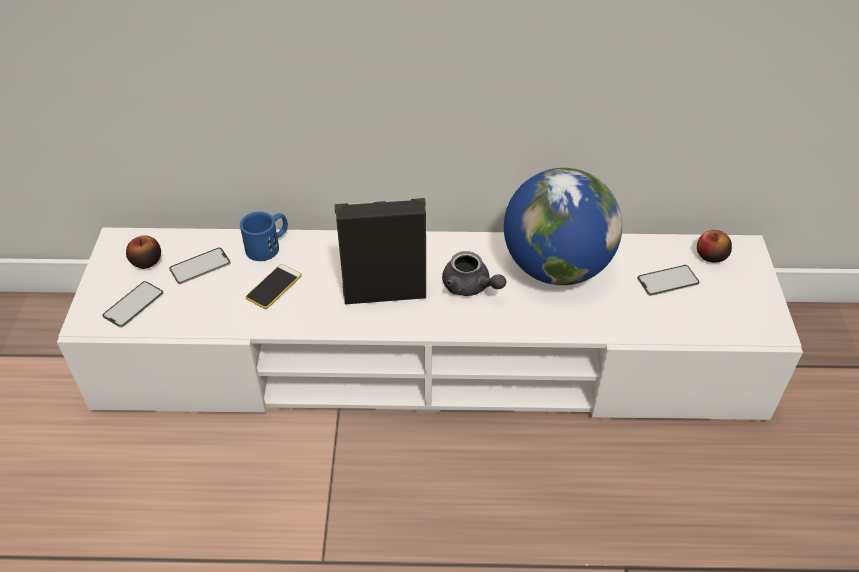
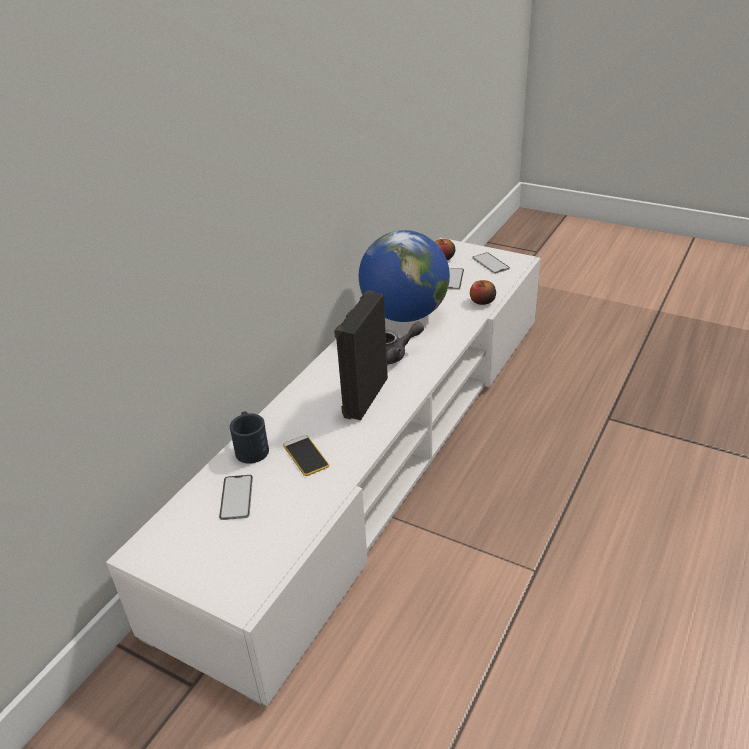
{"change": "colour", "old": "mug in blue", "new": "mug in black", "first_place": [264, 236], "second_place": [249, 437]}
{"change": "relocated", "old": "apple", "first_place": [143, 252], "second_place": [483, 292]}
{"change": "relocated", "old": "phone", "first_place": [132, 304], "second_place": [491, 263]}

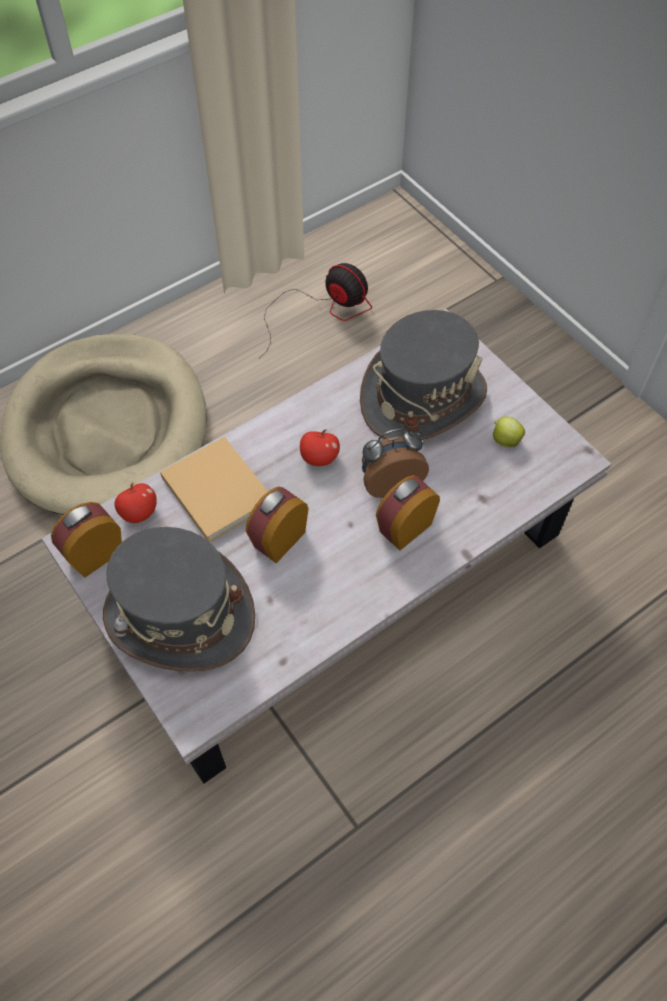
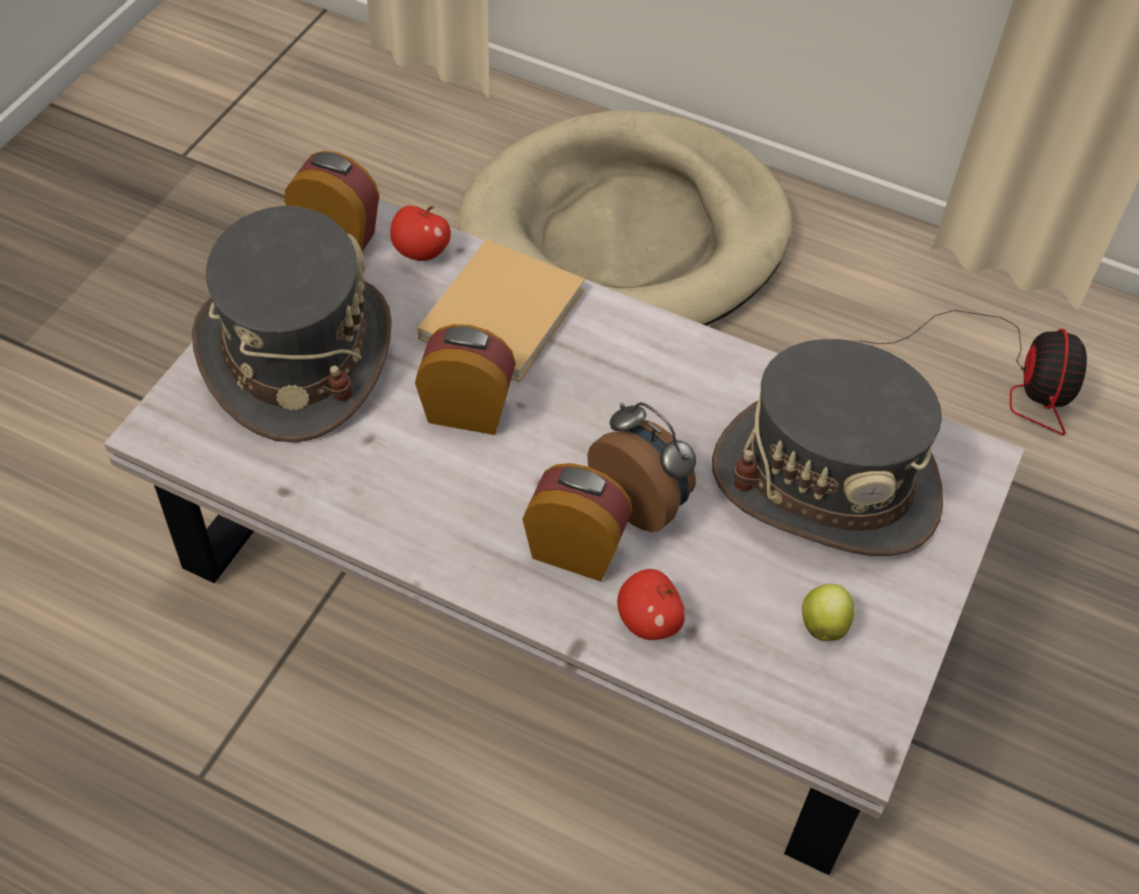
{"change": "relocated", "old": "apple", "first_place": [320, 447], "second_place": [651, 604]}

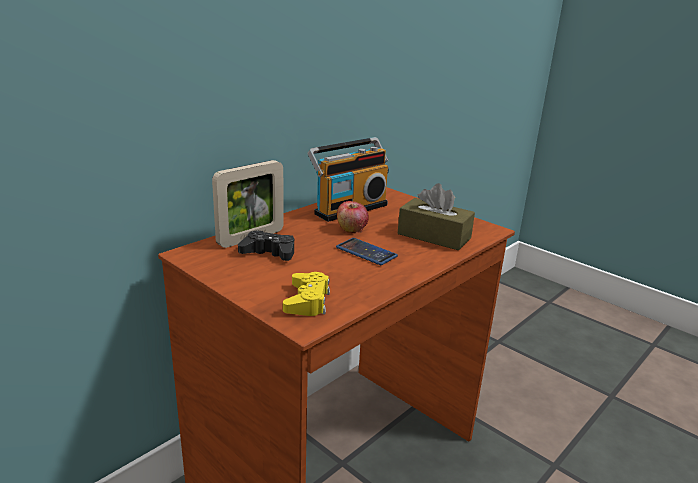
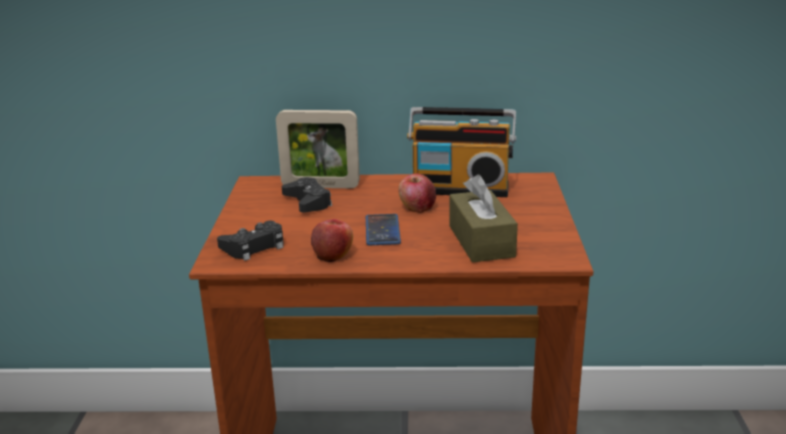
{"change": "colour", "old": "game controller in yellow", "new": "game controller in black", "first_place": [306, 294], "second_place": [250, 241]}
{"change": "appeared", "new": "apple", "second_place": [332, 240]}

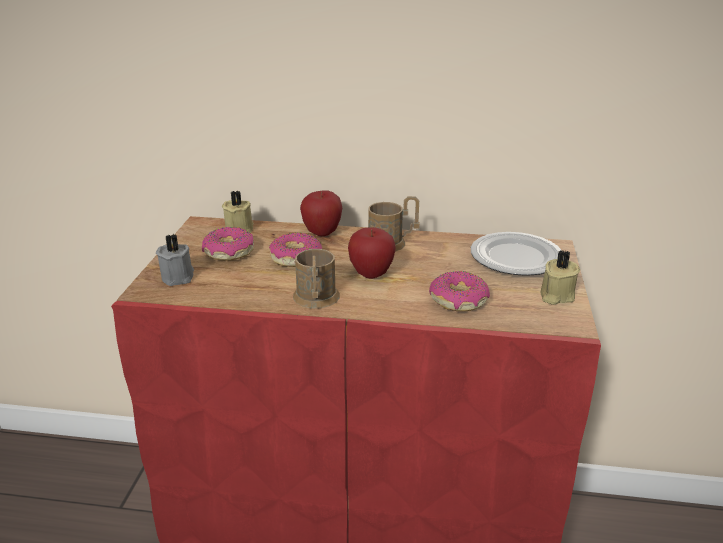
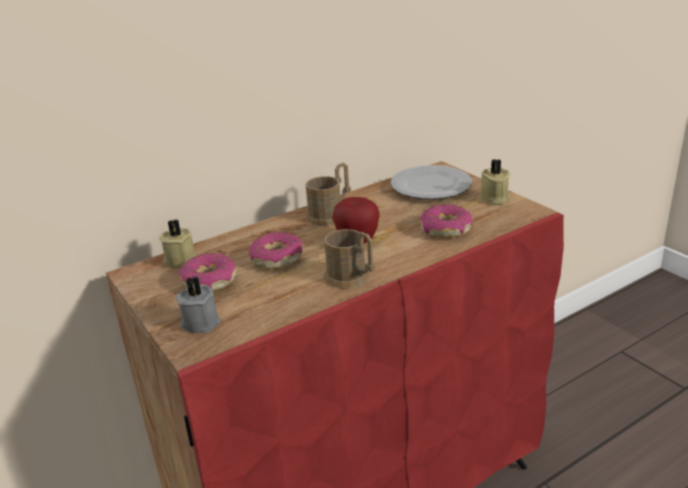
{"change": "missing", "old": "apple", "first_place": [321, 213]}

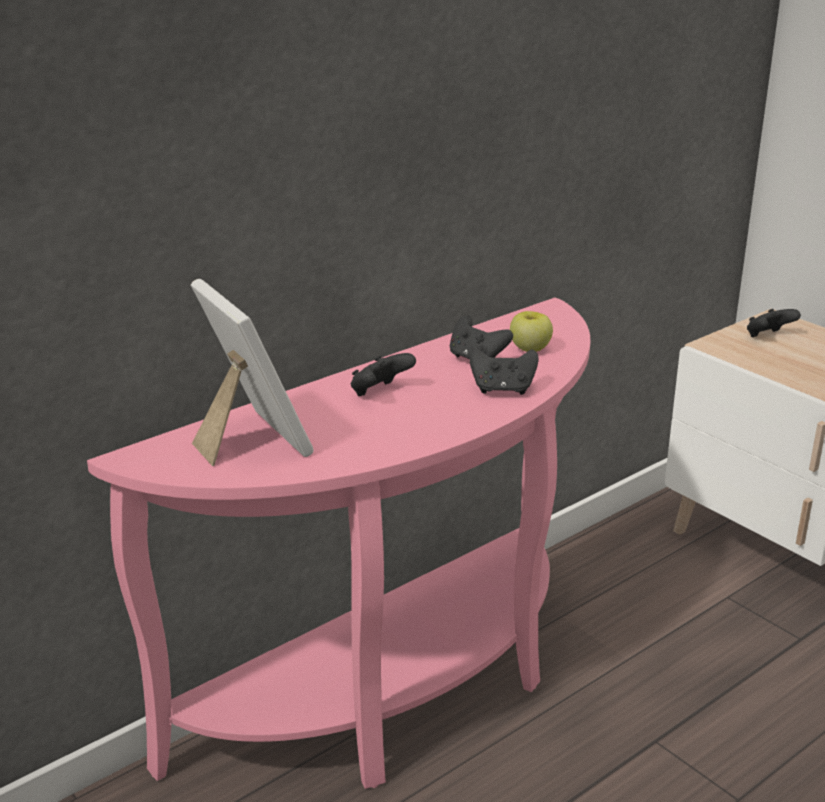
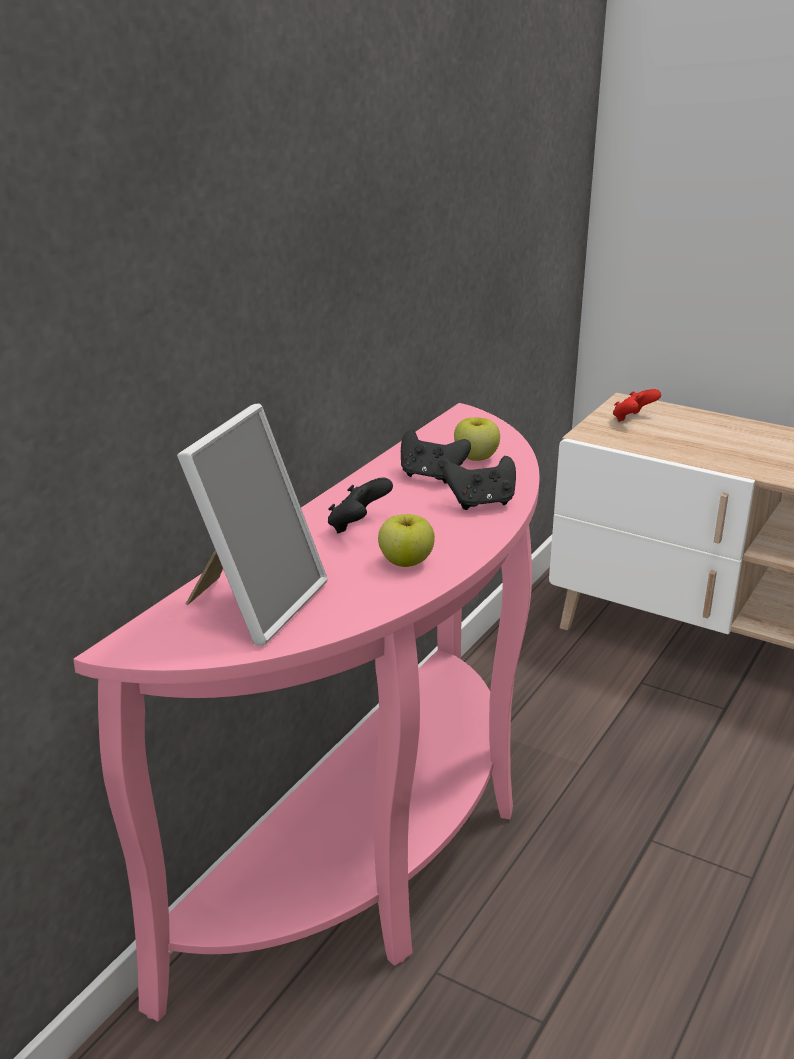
{"change": "spun", "old": "picture frame", "first_place": [252, 372], "second_place": [252, 525], "degrees": 75}
{"change": "colour", "old": "game controller in black", "new": "game controller in red", "first_place": [774, 323], "second_place": [637, 405]}
{"change": "appeared", "new": "apple", "second_place": [406, 540]}

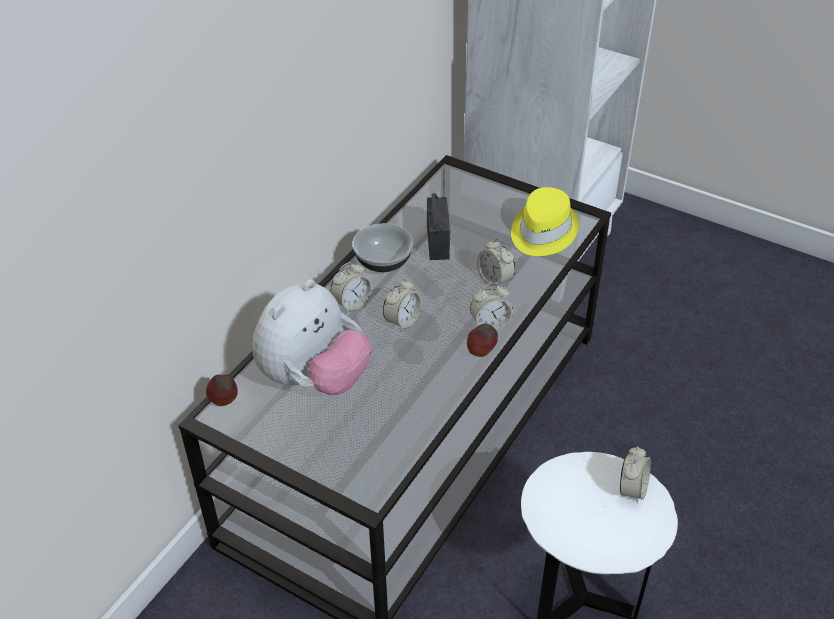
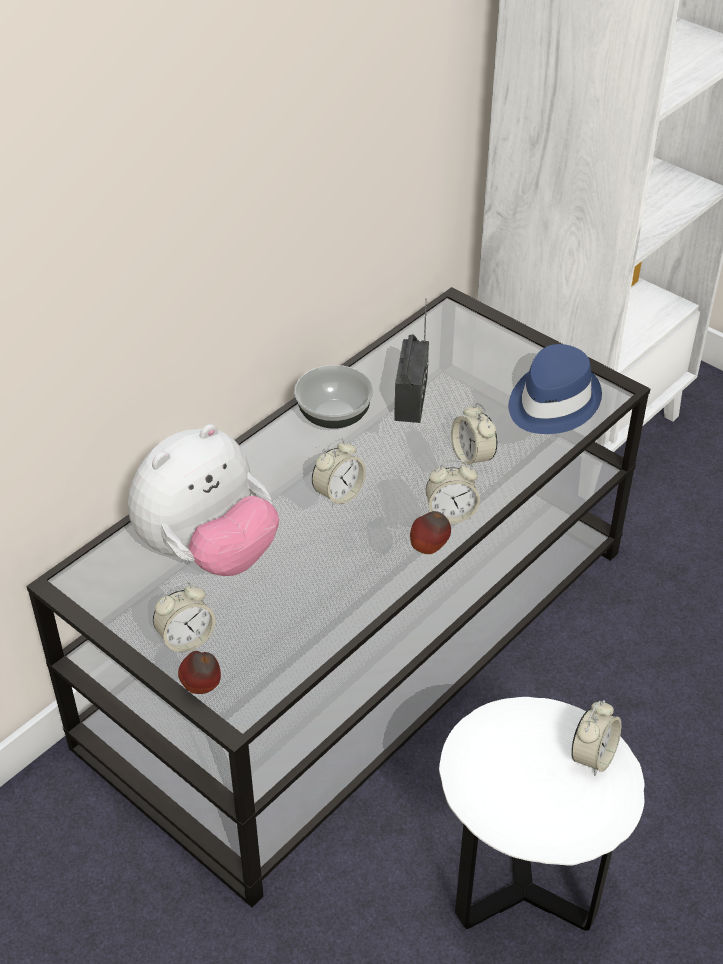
{"change": "colour", "old": "hat in yellow", "new": "hat in blue", "first_place": [545, 221], "second_place": [555, 389]}
{"change": "relocated", "old": "alarm clock", "first_place": [351, 287], "second_place": [184, 618]}
{"change": "relocated", "old": "apple", "first_place": [222, 390], "second_place": [199, 672]}

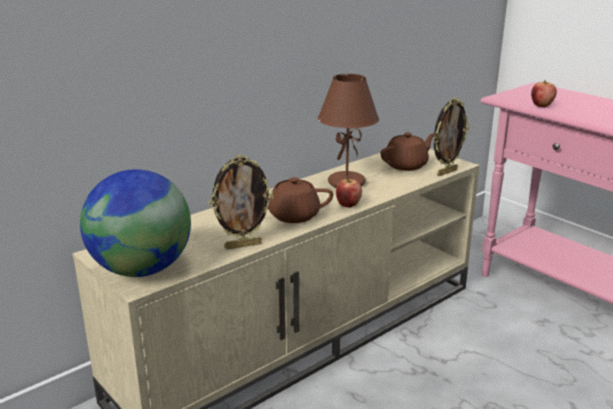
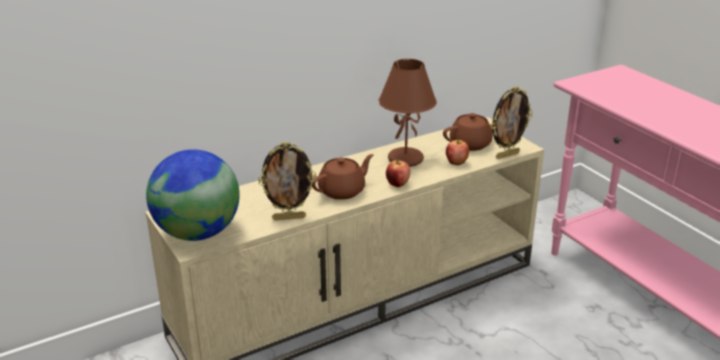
{"change": "relocated", "old": "apple", "first_place": [544, 93], "second_place": [457, 152]}
{"change": "spun", "old": "teapot in brown", "first_place": [300, 200], "second_place": [343, 177], "degrees": 135}

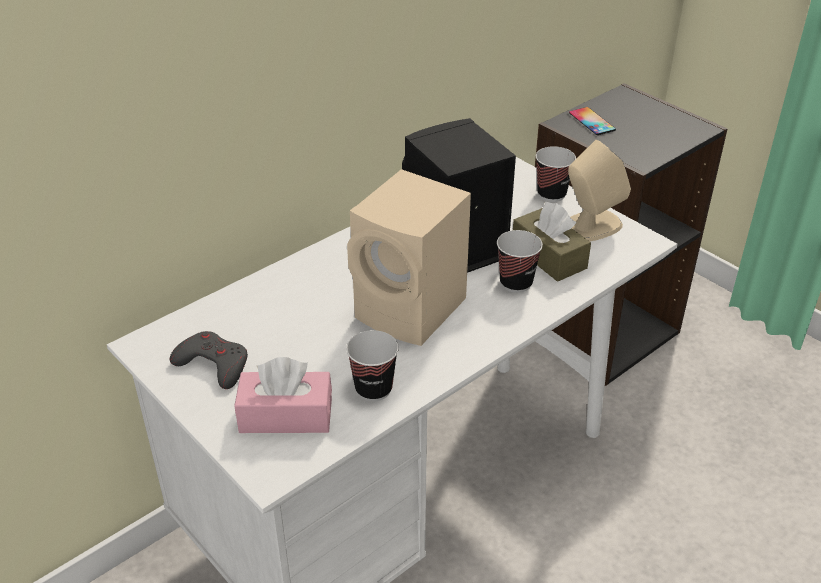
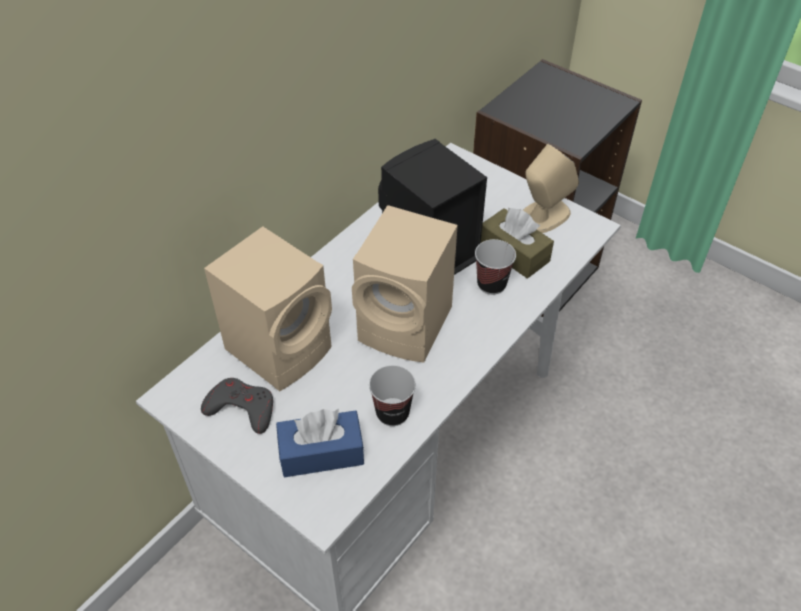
{"change": "missing", "old": "phone", "first_place": [592, 121]}
{"change": "missing", "old": "cup", "first_place": [556, 174]}
{"change": "colour", "old": "tissue box in pink", "new": "tissue box in blue", "first_place": [283, 395], "second_place": [320, 443]}
{"change": "appeared", "new": "speaker in beige", "second_place": [268, 308]}

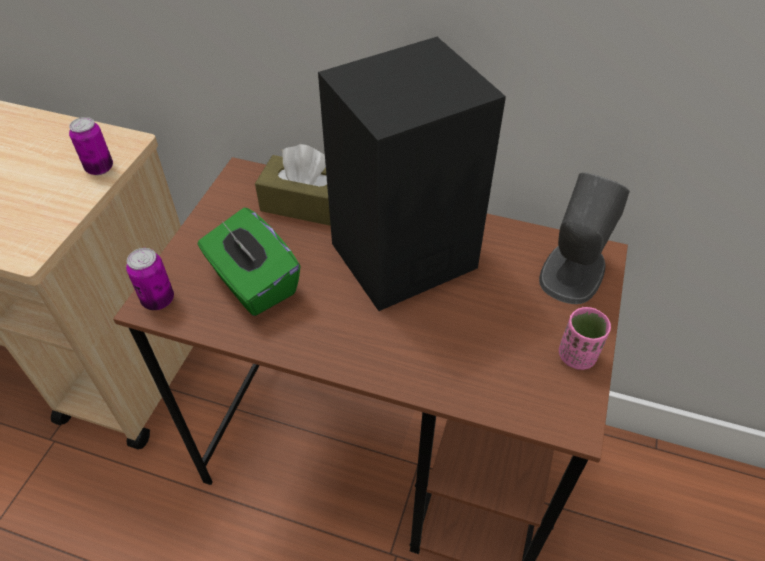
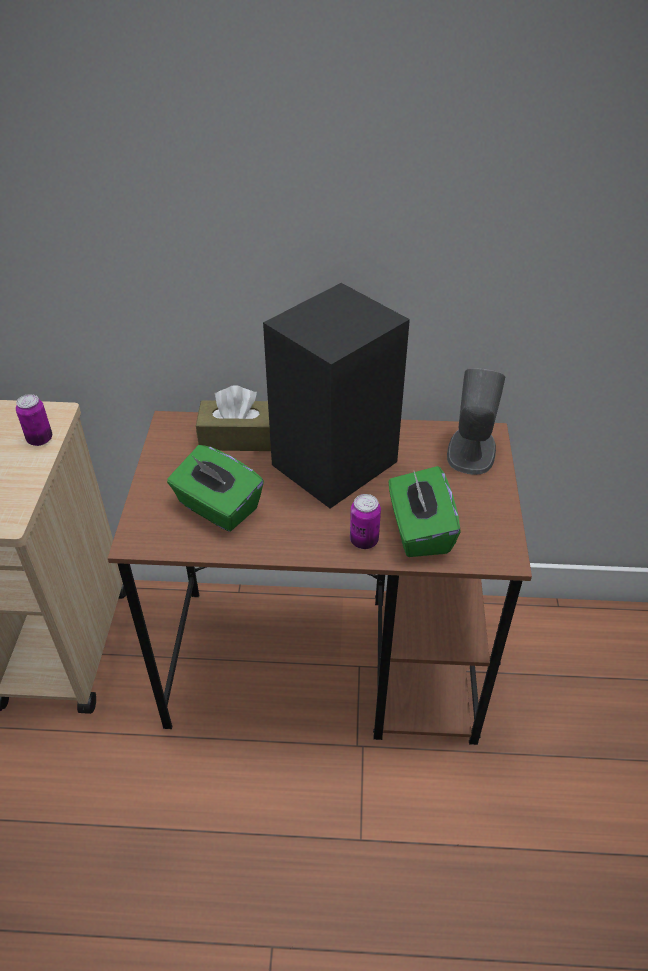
{"change": "relocated", "old": "can", "first_place": [150, 279], "second_place": [365, 521]}
{"change": "missing", "old": "cup in pink", "first_place": [585, 338]}
{"change": "appeared", "new": "tissue box in green", "second_place": [425, 511]}

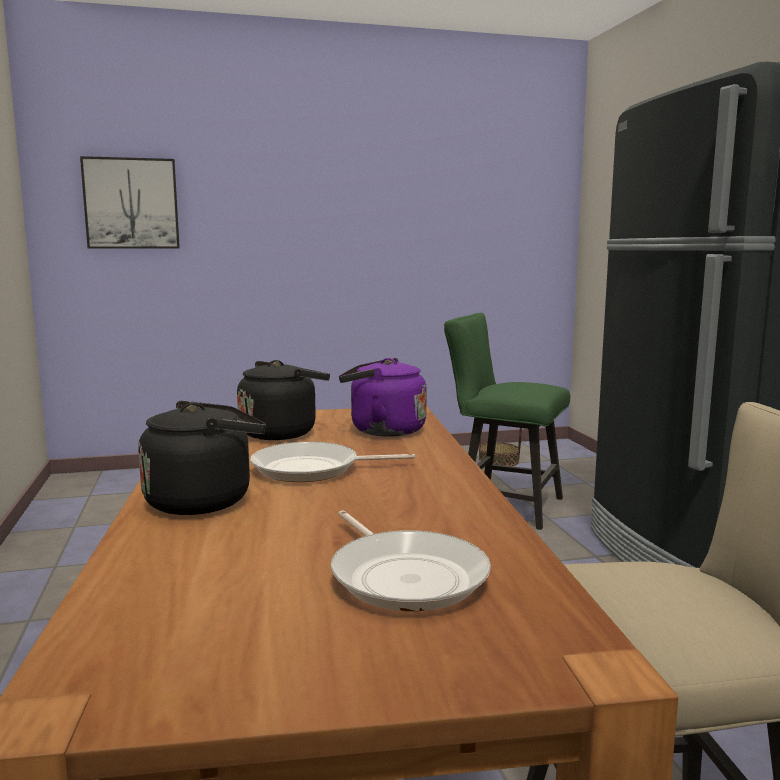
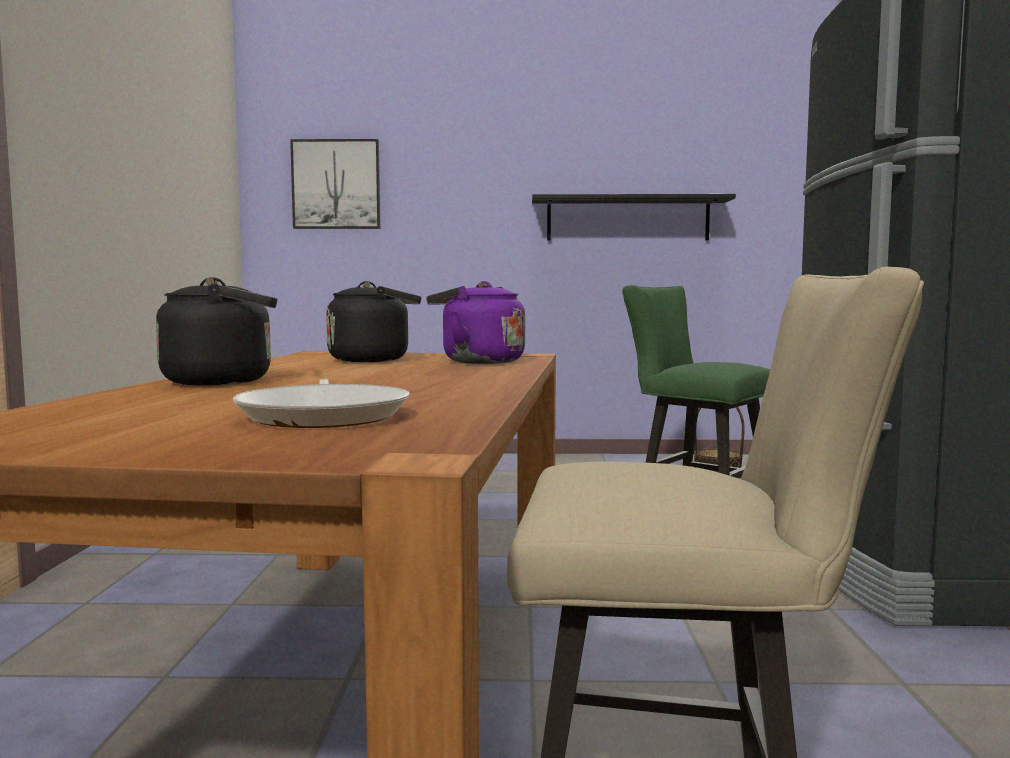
{"change": "missing", "old": "frying pan", "first_place": [332, 462]}
{"change": "appeared", "new": "shelf in black", "second_place": [634, 217]}

